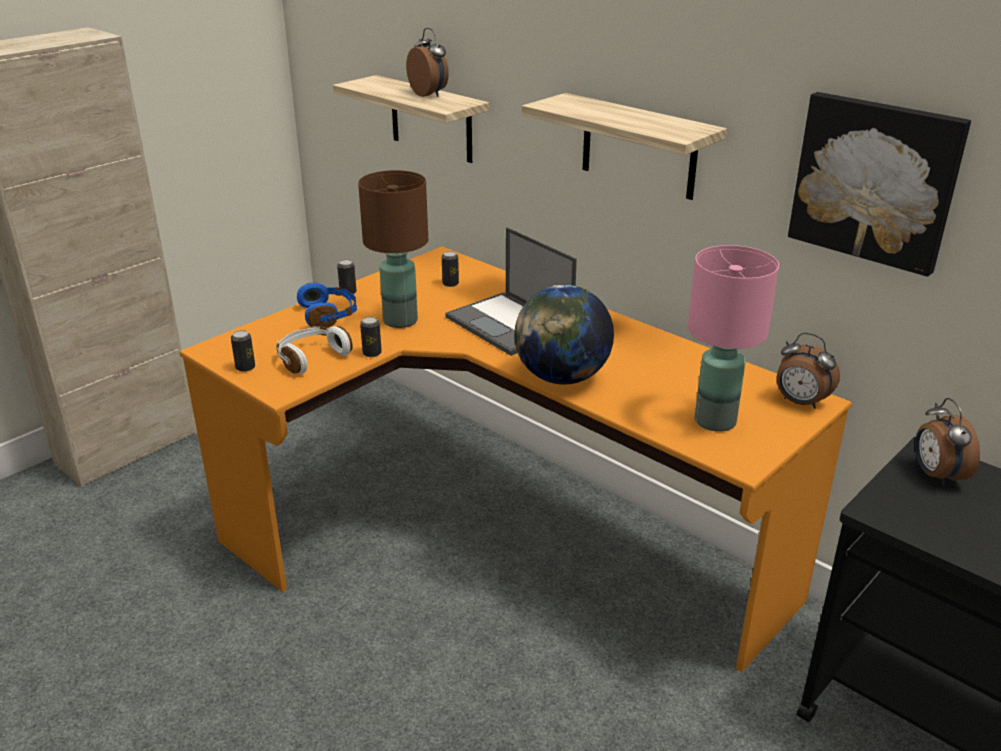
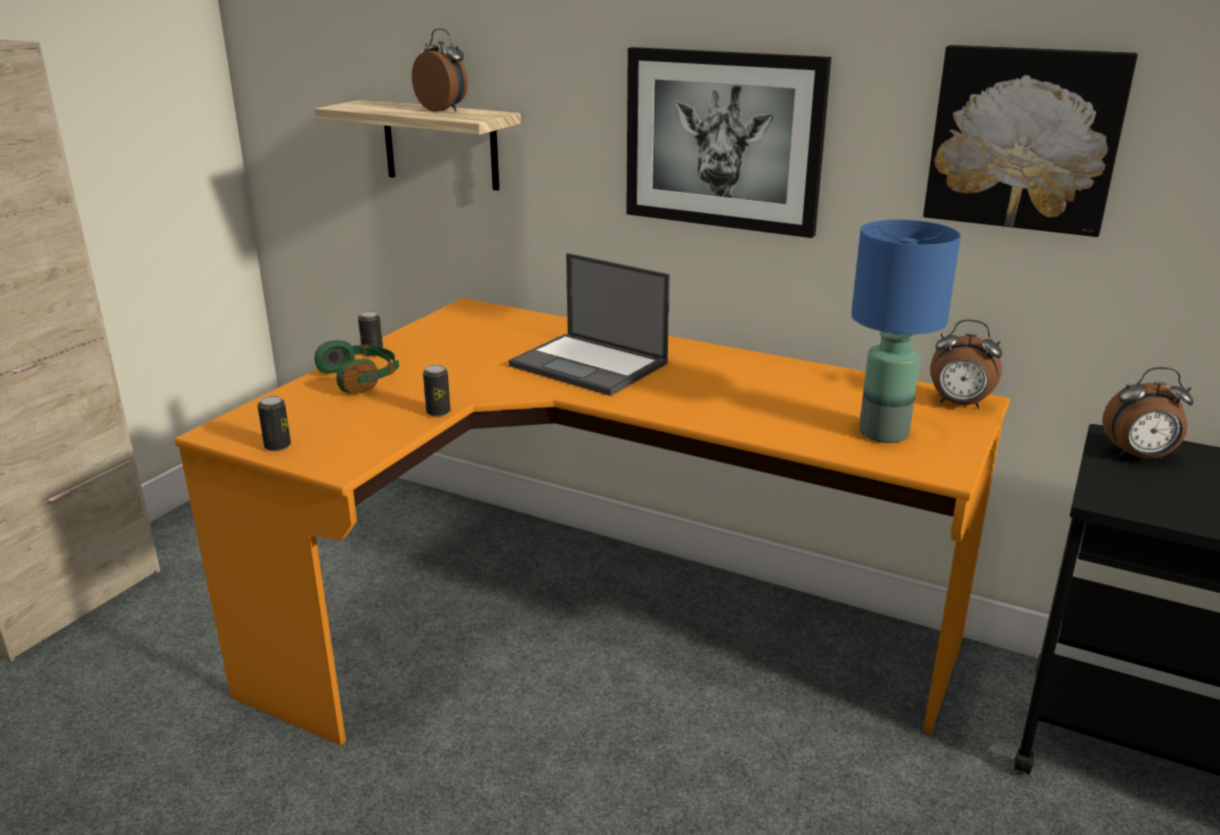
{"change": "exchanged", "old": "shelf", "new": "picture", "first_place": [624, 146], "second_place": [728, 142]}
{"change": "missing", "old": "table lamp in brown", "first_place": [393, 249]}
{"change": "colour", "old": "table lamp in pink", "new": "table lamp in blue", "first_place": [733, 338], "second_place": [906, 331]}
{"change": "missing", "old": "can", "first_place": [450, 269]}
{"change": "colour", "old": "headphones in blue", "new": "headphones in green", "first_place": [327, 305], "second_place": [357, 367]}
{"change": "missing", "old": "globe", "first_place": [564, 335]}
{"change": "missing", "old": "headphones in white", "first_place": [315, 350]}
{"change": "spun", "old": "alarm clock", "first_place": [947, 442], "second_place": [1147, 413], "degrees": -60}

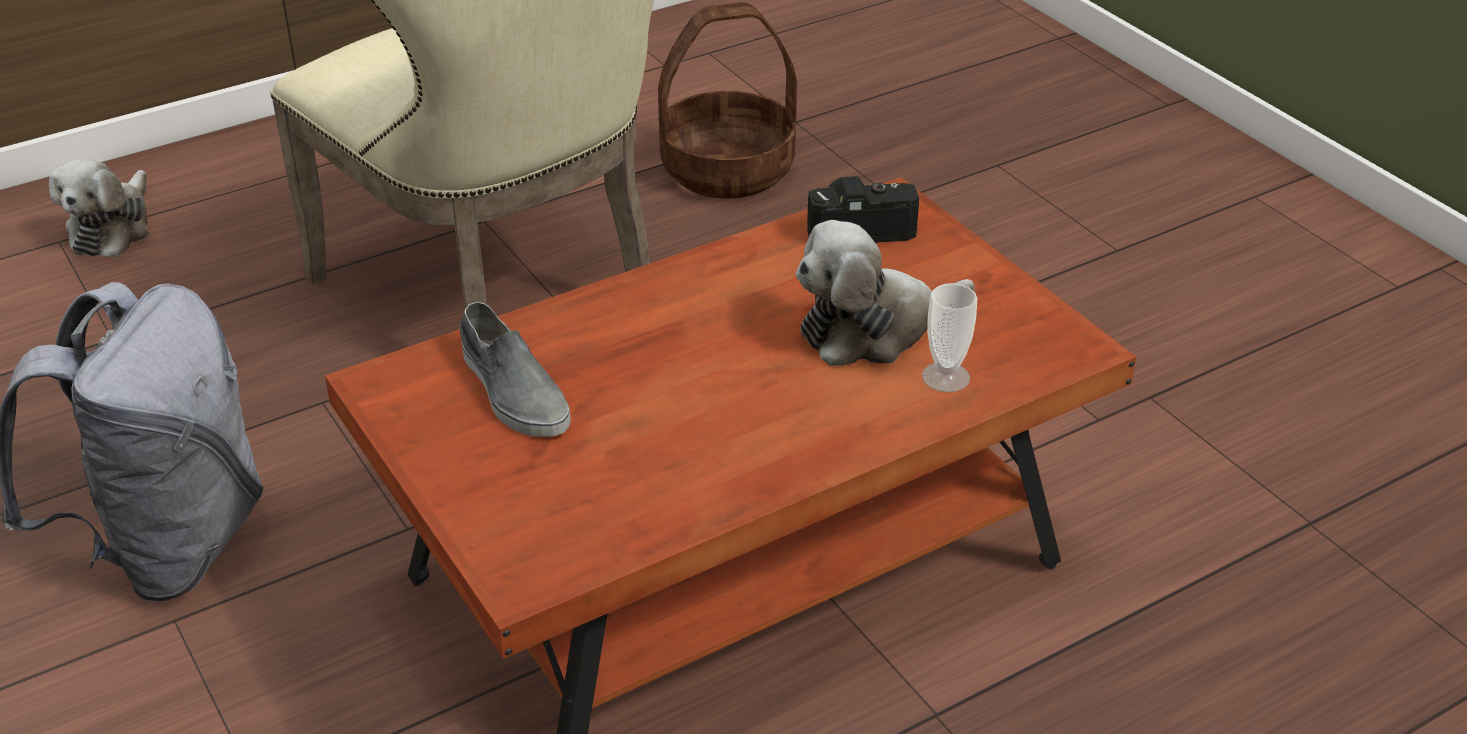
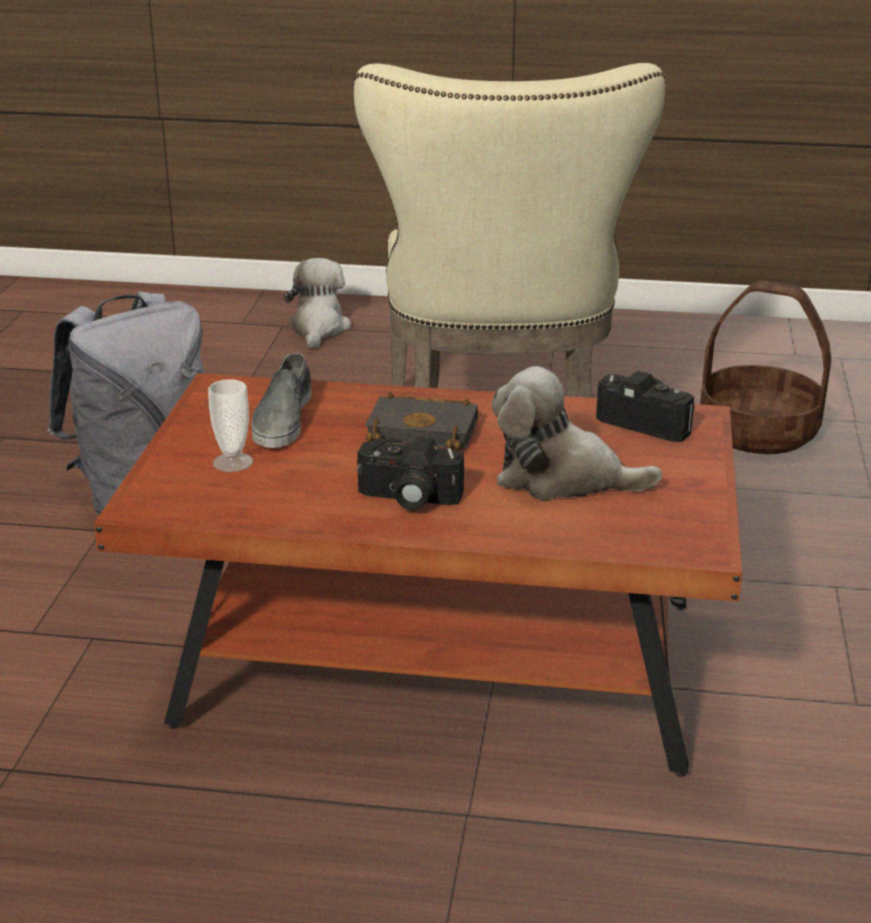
{"change": "spun", "old": "plush toy", "first_place": [99, 207], "second_place": [317, 303], "degrees": 135}
{"change": "relocated", "old": "cup", "first_place": [949, 337], "second_place": [230, 425]}
{"change": "appeared", "new": "book in black", "second_place": [421, 421]}
{"change": "appeared", "new": "photo camera", "second_place": [410, 473]}

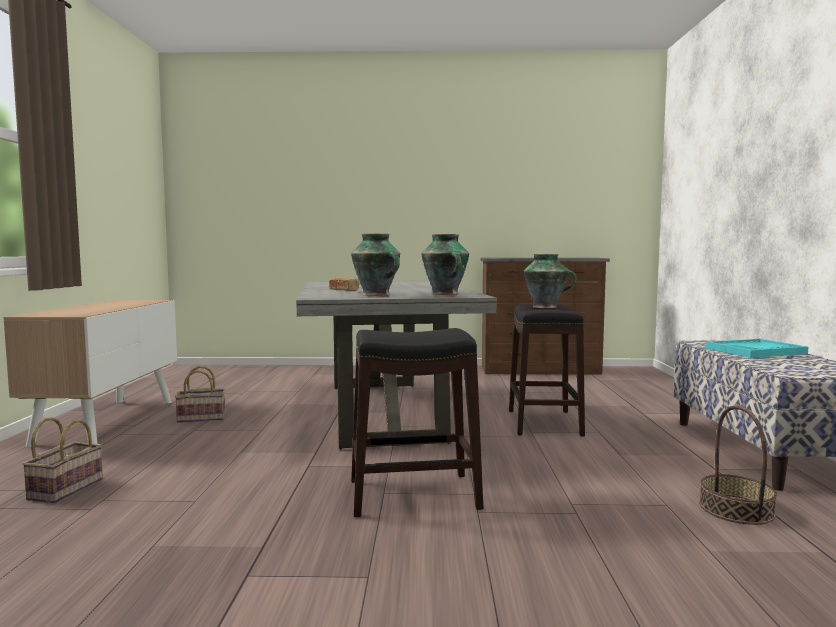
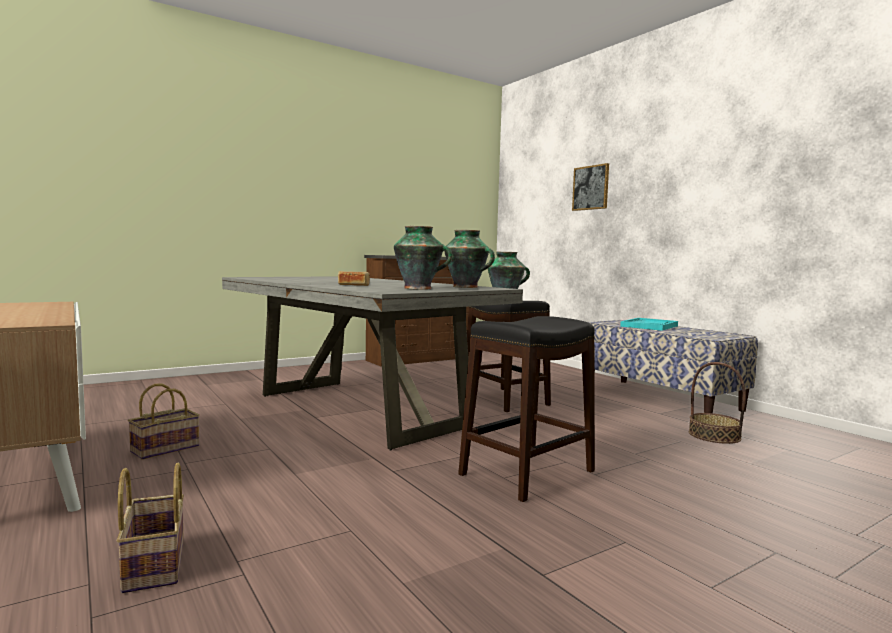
{"change": "appeared", "new": "picture", "second_place": [590, 187]}

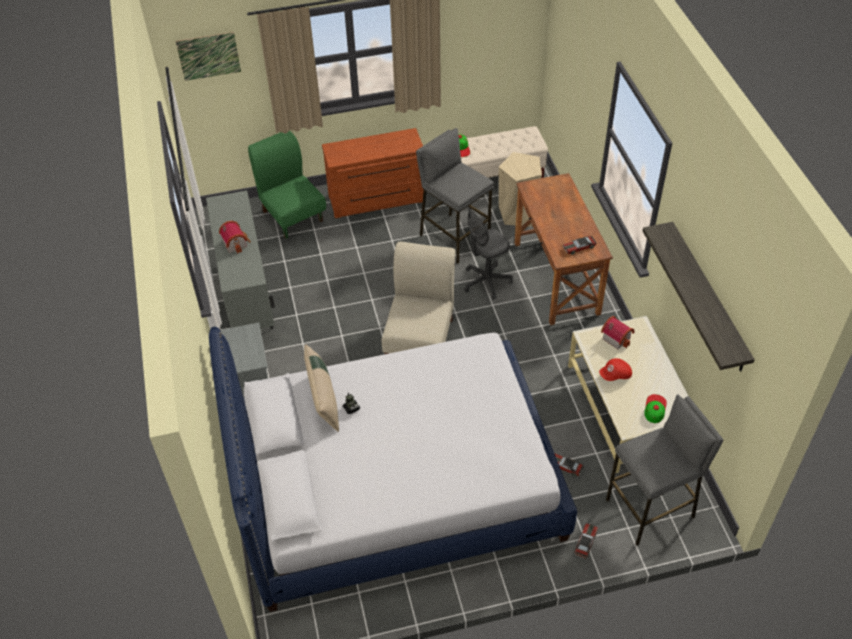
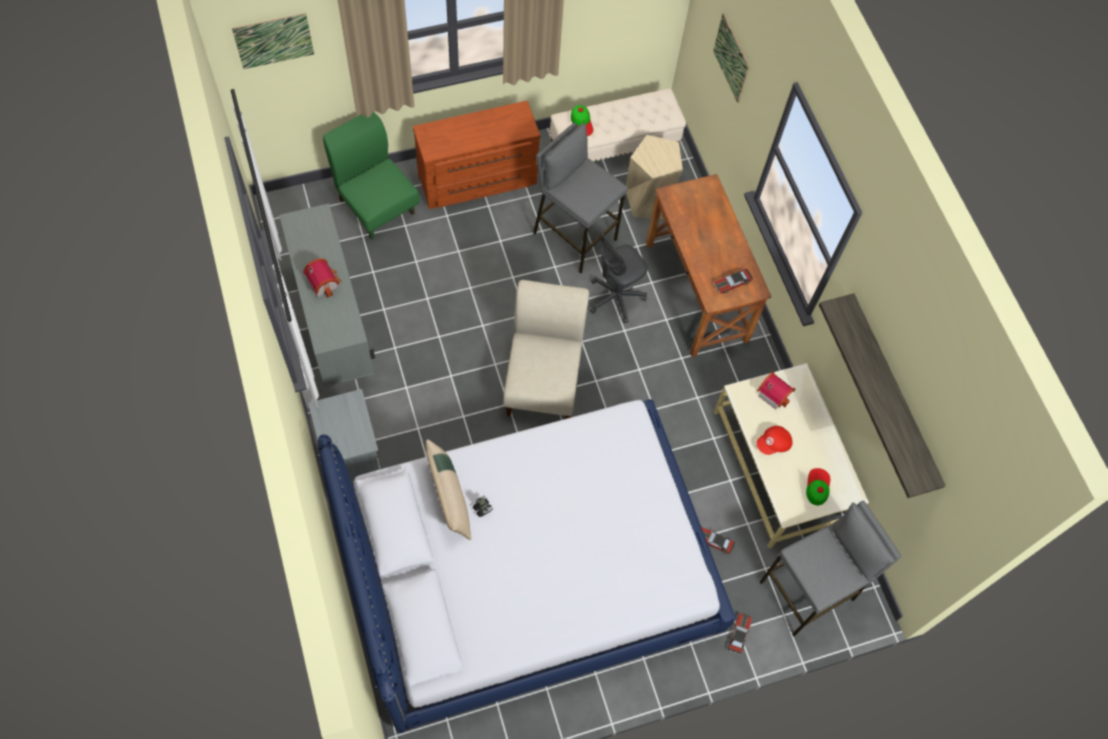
{"change": "appeared", "new": "picture", "second_place": [731, 58]}

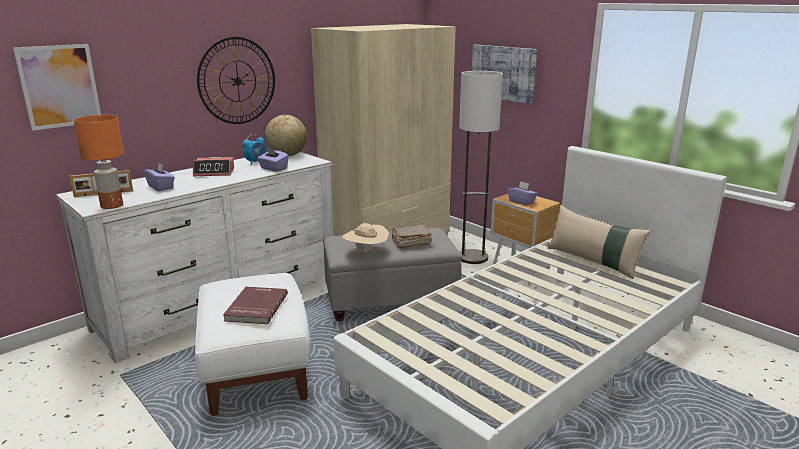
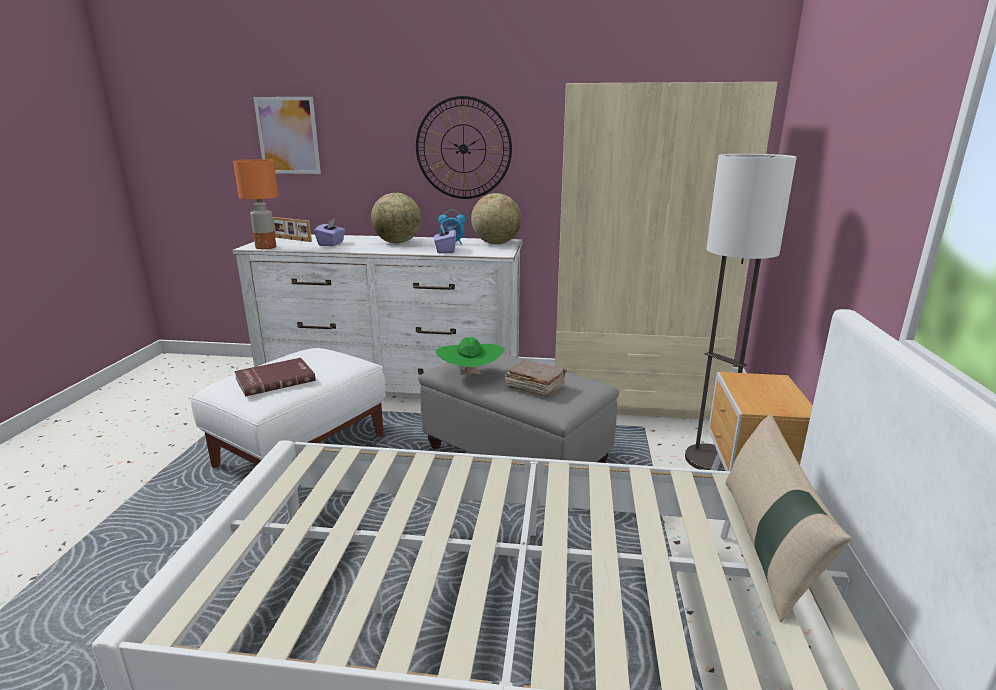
{"change": "missing", "old": "picture", "first_place": [504, 74]}
{"change": "exchanged", "old": "alarm clock", "new": "globe", "first_place": [213, 166], "second_place": [396, 218]}
{"change": "missing", "old": "tissue box in purple", "first_place": [522, 193]}
{"change": "colour", "old": "hat in beige", "new": "hat in green", "first_place": [365, 238], "second_place": [470, 356]}

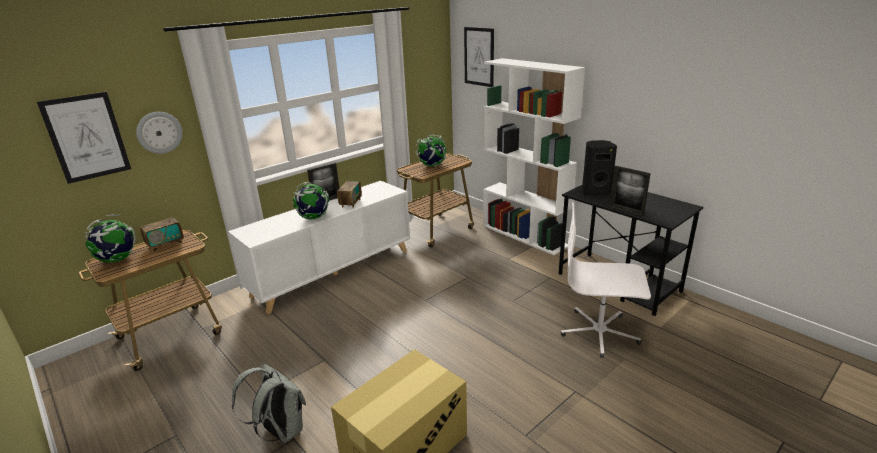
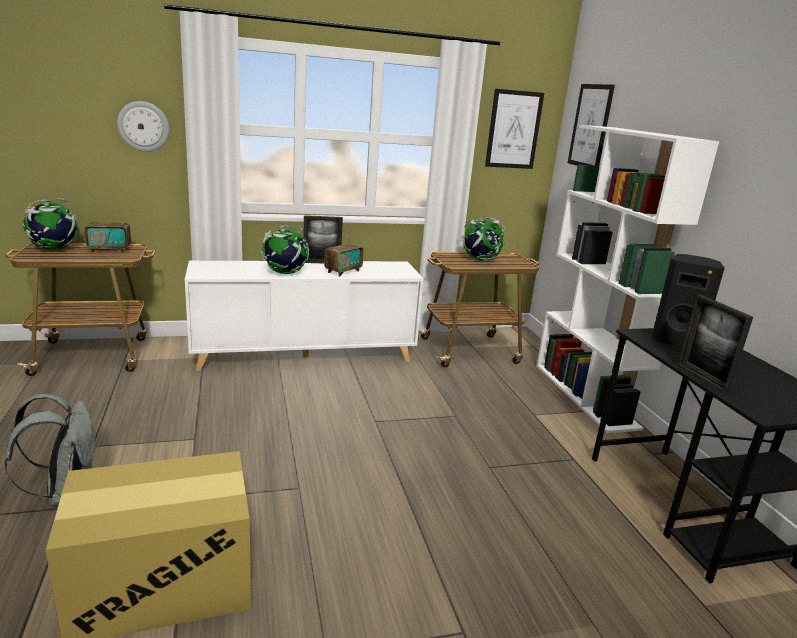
{"change": "relocated", "old": "picture", "first_place": [84, 138], "second_place": [514, 129]}
{"change": "missing", "old": "office chair in white", "first_place": [606, 280]}

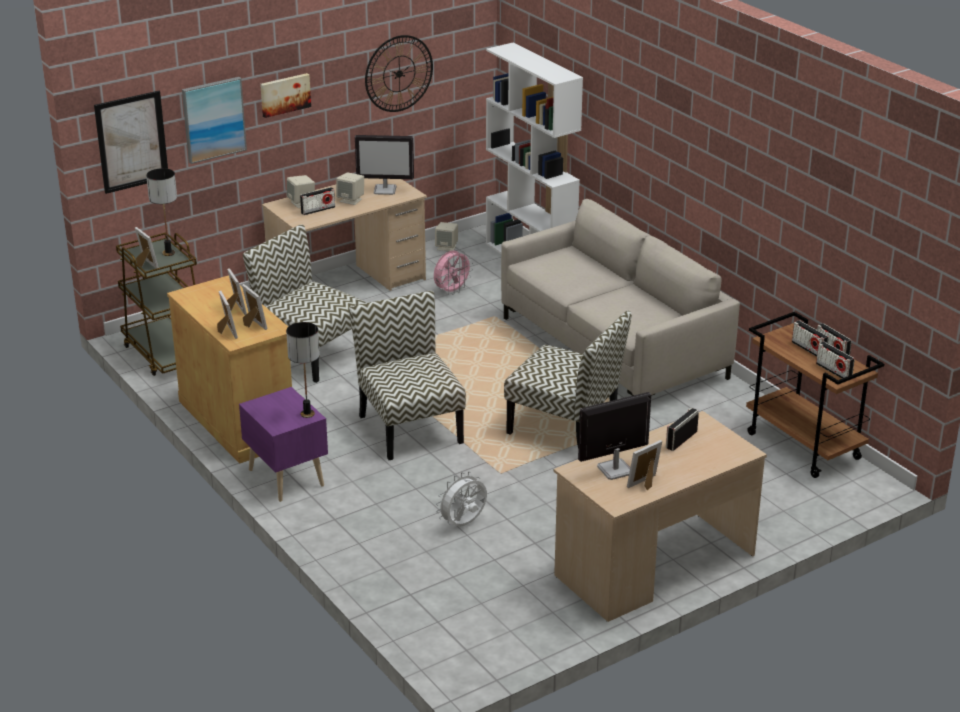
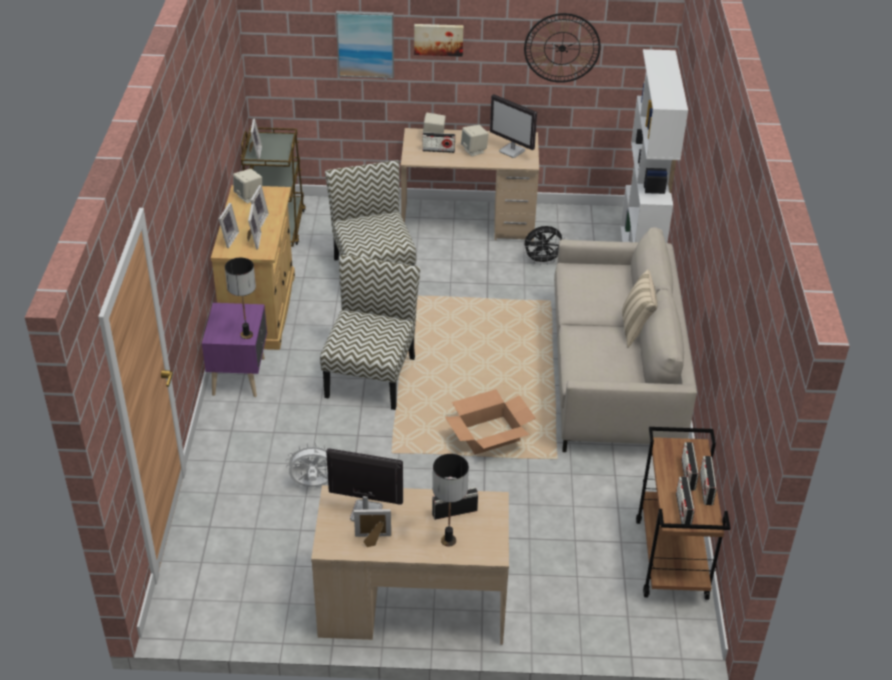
{"change": "missing", "old": "picture", "first_place": [131, 142]}
{"change": "relocated", "old": "table lamp", "first_place": [161, 212], "second_place": [451, 500]}
{"change": "relocated", "old": "speaker in beige", "first_place": [446, 236], "second_place": [247, 186]}
{"change": "colour", "old": "fan in pink", "new": "fan in black", "first_place": [453, 272], "second_place": [544, 245]}
{"change": "exchanged", "old": "chair", "new": "cardboard box", "first_place": [568, 379], "second_place": [490, 422]}
{"change": "appeared", "new": "pillow in beige", "second_place": [640, 308]}

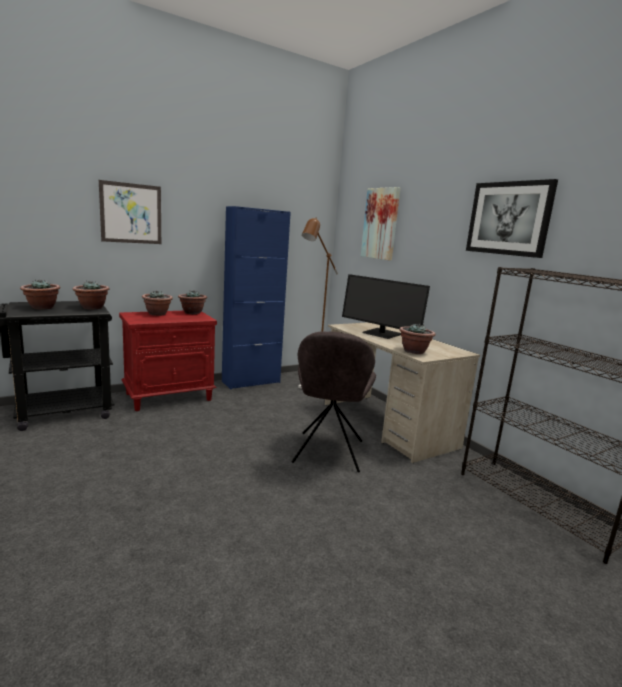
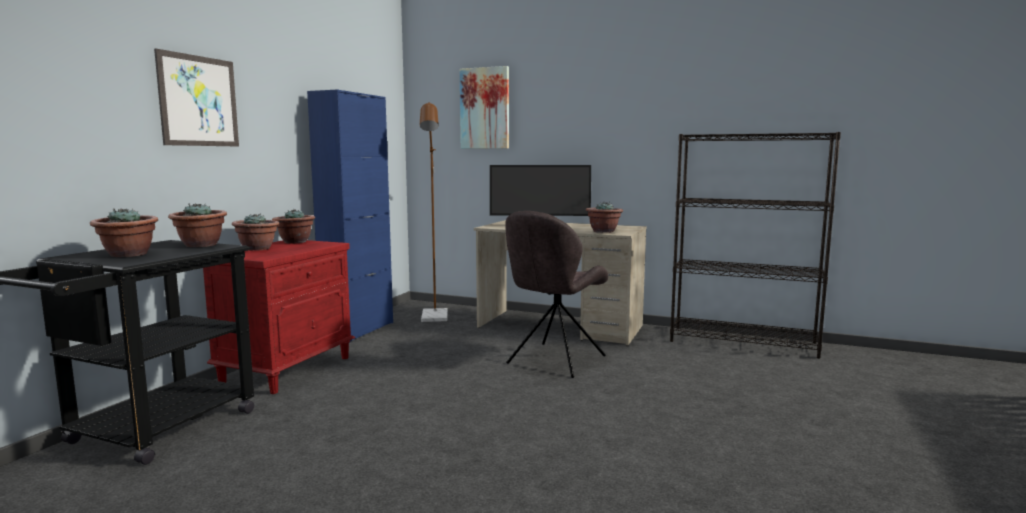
{"change": "missing", "old": "picture", "first_place": [512, 218]}
{"change": "spun", "old": "chair in grey", "first_place": [334, 401], "second_place": [556, 294], "degrees": 60}

